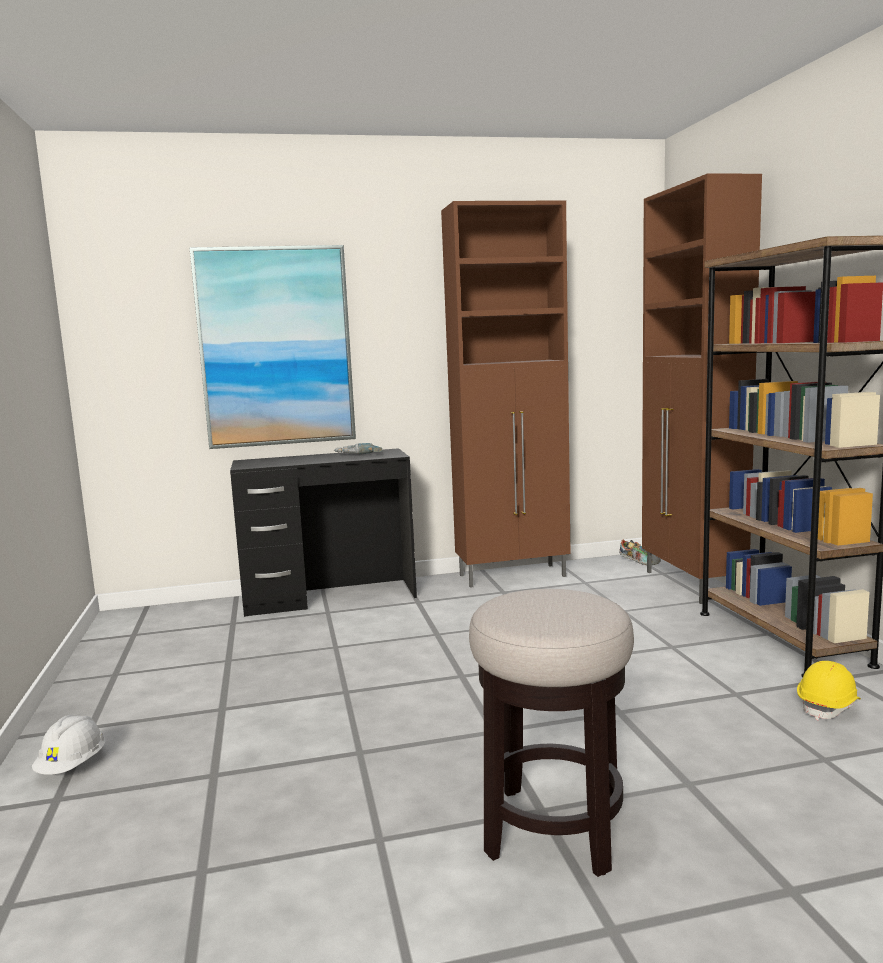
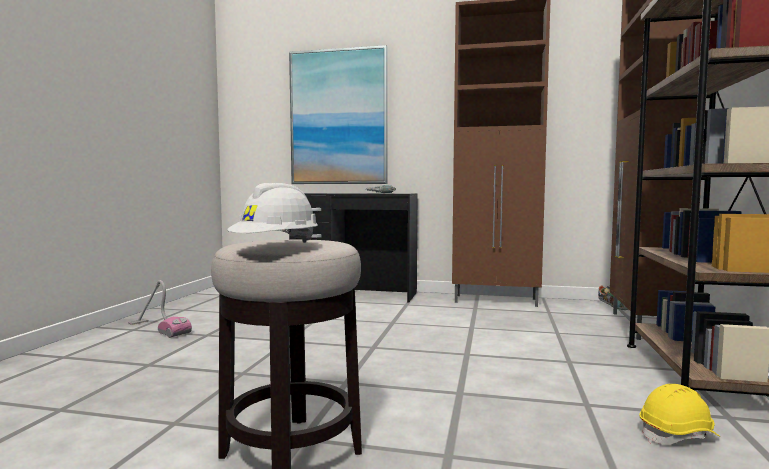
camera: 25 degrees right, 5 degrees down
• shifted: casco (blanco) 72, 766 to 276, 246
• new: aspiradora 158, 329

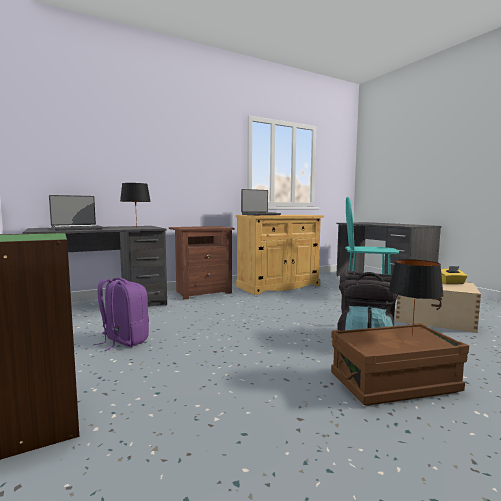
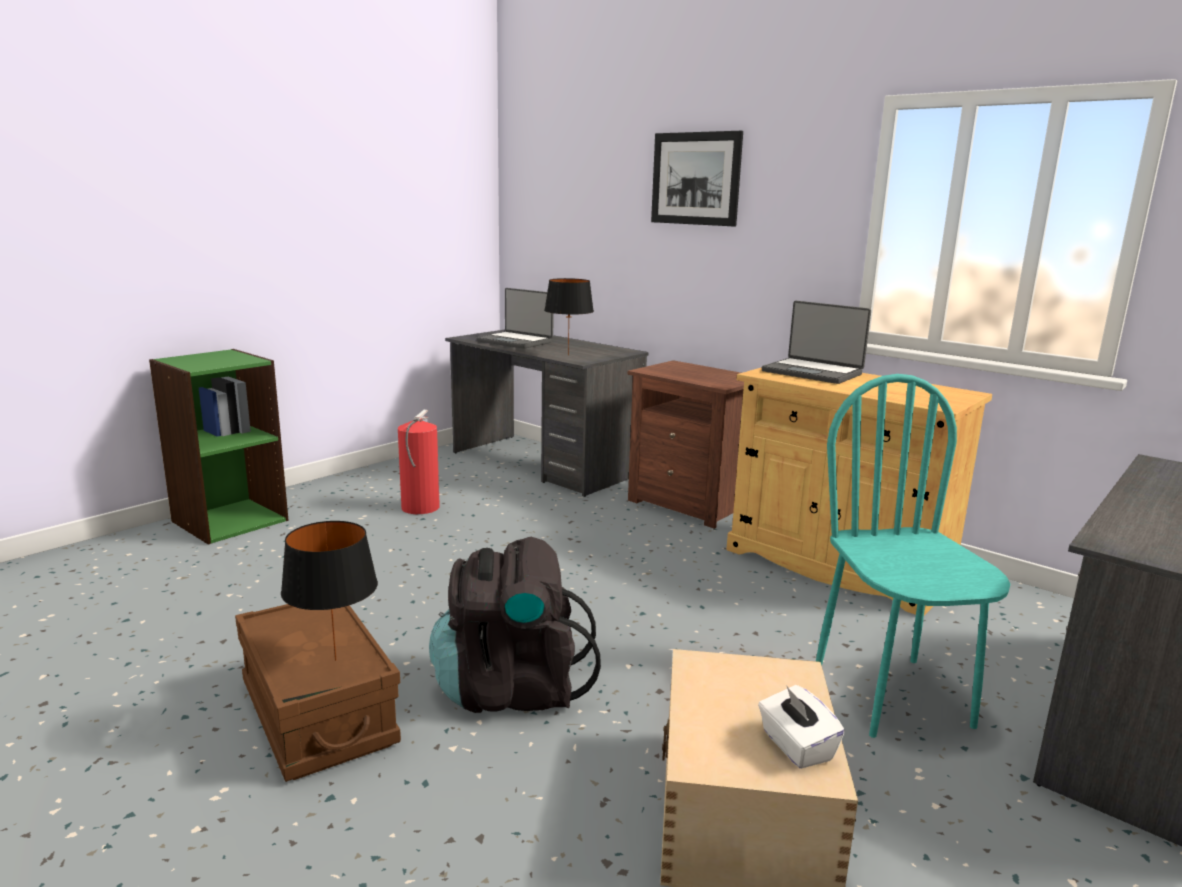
camera: 70 degrees right, 10 degrees up
• repainted: caja de pañuelos (amarillo) 451, 283 to caja de pañuelos (blanco) 796, 746
• swapped: mochila (morado) 123, 341 to extintor 419, 508
• new: cuadro 695, 178

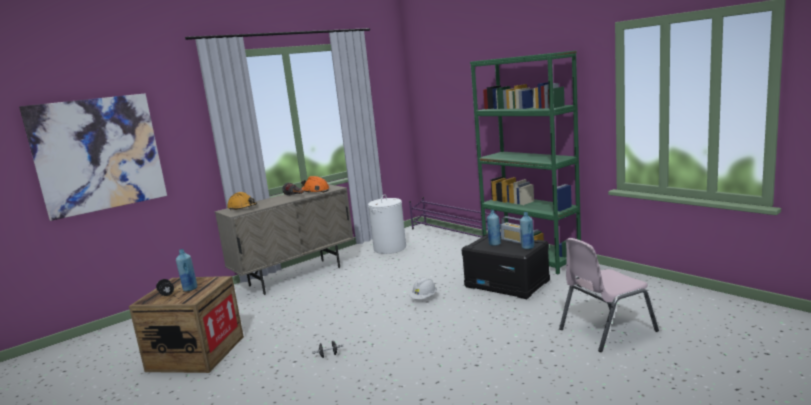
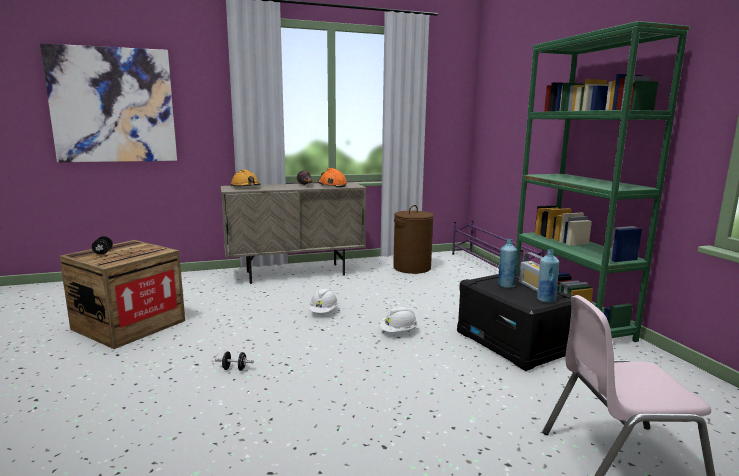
camera: 20 degrees right, 0 degrees up
• repainted: cesto de la ropa (blanco) 390, 248 to cesto de la ropa (marrón) 412, 268
• gone: botella (azul) 190, 289
• new: casco (blanco) 323, 312

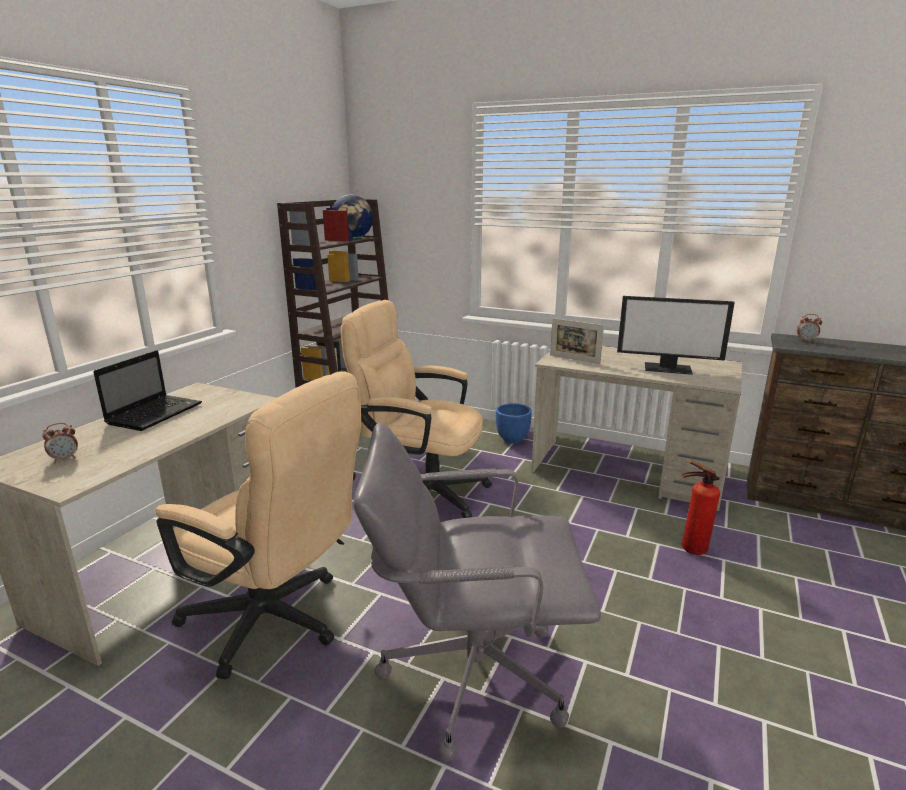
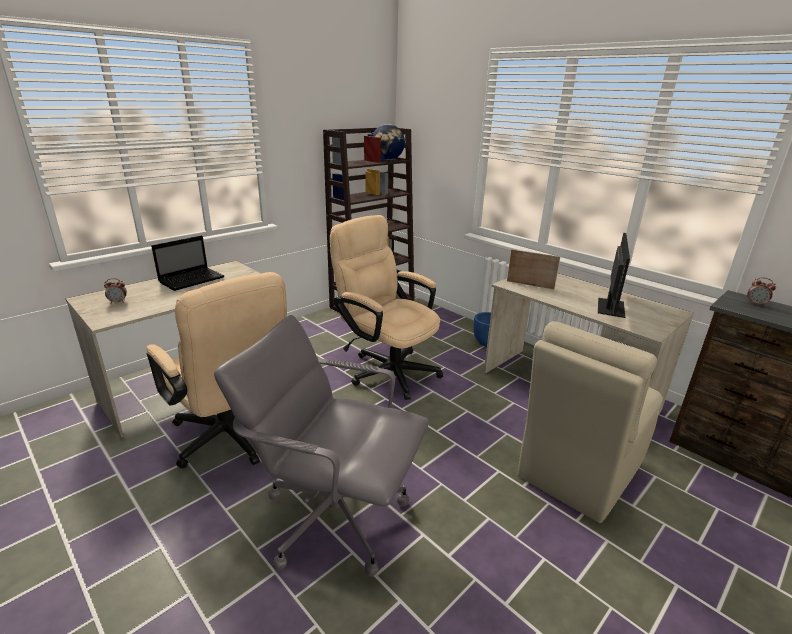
camera: 20 degrees right, 5 degrees up
• rotated: monitor 668, 368 = 610, 307 105 degrees counterclockwise
• rotated: portarretratos 574, 359 = 530, 285 150 degrees clockwise
• swapped: extintor 690, 549 to silla (beis) 578, 471

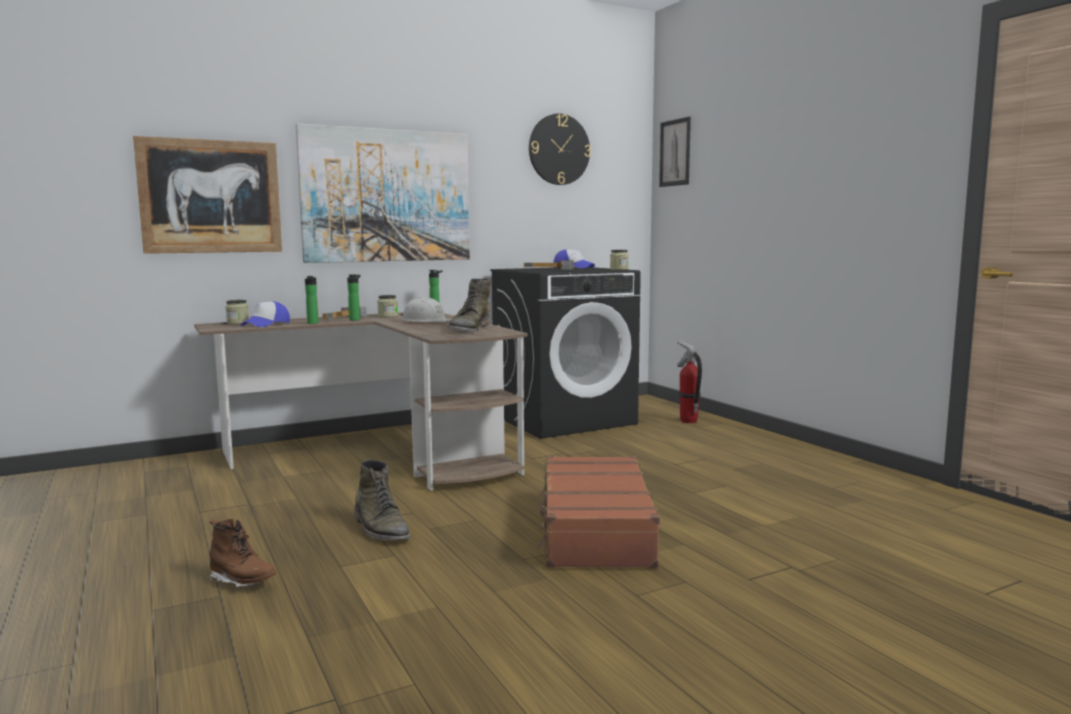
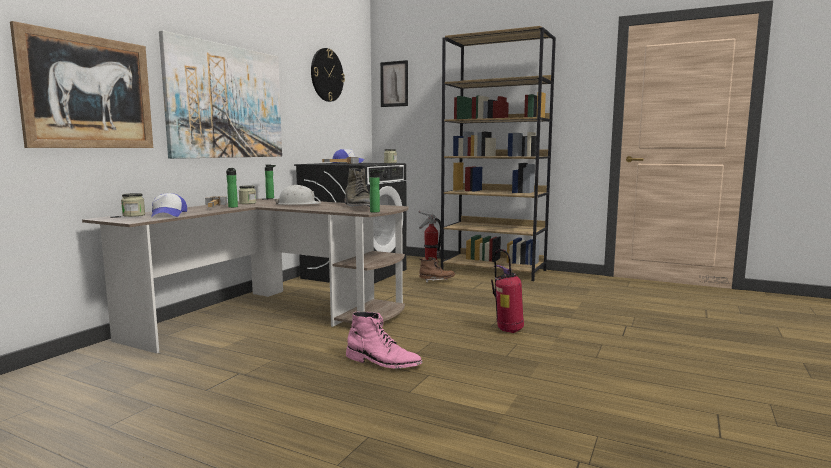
camera: 35 degrees left, 0 degrees up
• shifted: botella 313, 323 to 376, 212
• swapped: maleta (marrón) 594, 529 to extintor 507, 331
• repainted: bota (verde) 381, 528 to bota (rosa) 383, 362
• shifted: bota (marrón) 242, 581 to 436, 281
• new: estantería (marrón) 494, 270

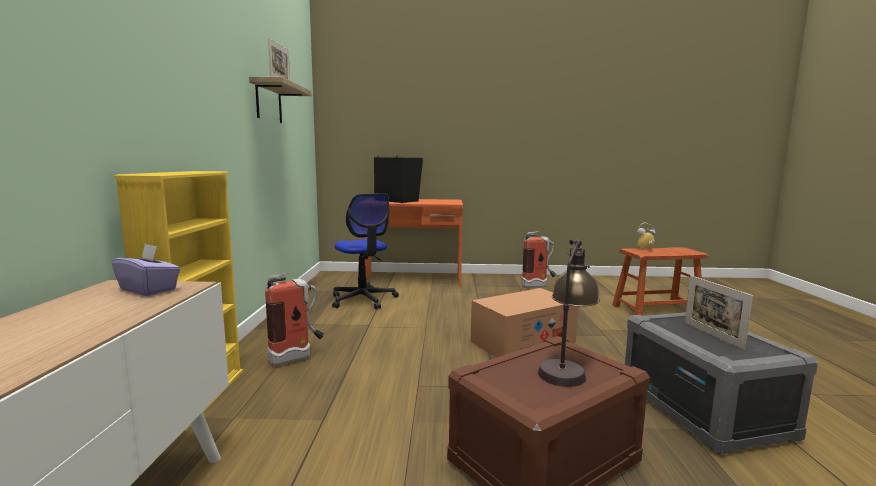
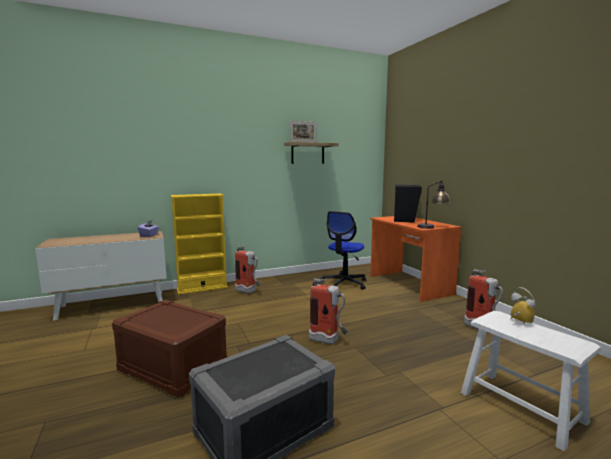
camera: 65 degrees right, 0 degrees up
• shifted: lámpara de mesa 566, 368 to 432, 227
• repainted: taburete (marrón) 656, 311 to taburete (blanco) 521, 407
• gone: portarretratos 712, 335
• swapped: caja de cartón 523, 342 to extintor 329, 341

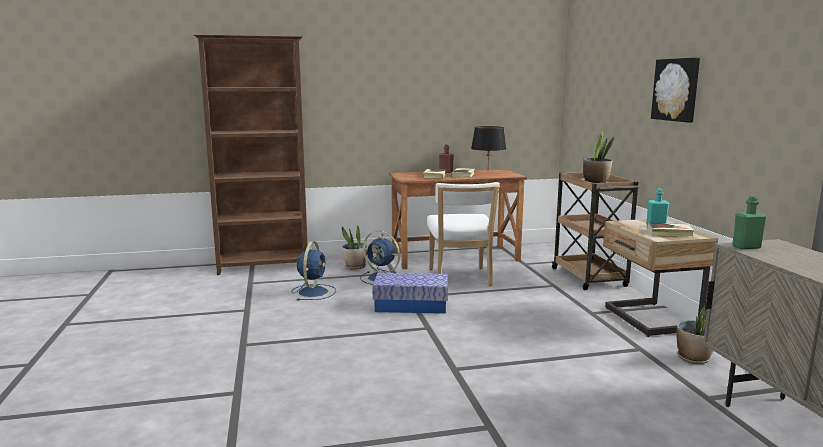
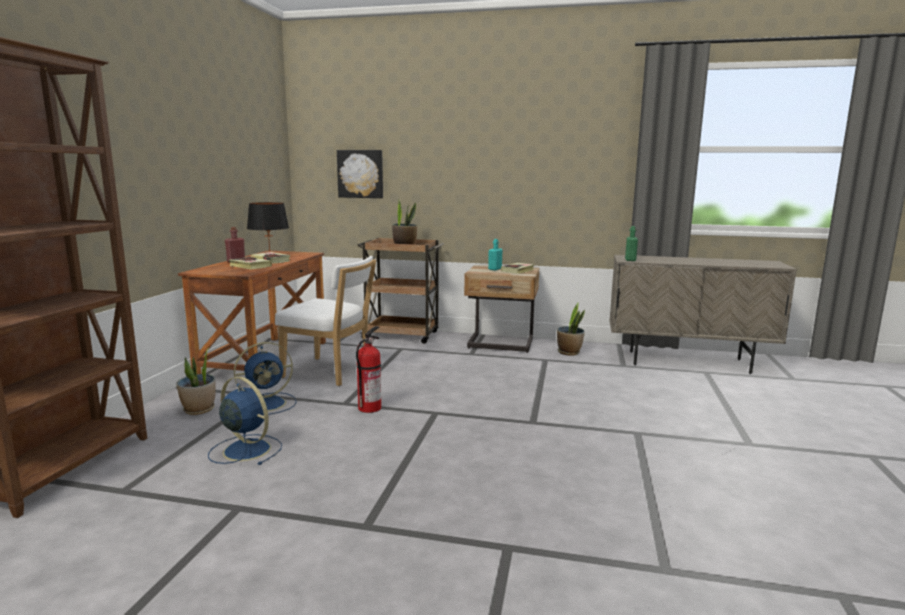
camera: 65 degrees left, 0 degrees up
• shifted: cuadro 676, 89 to 360, 174
• swapped: caja de almacenaje 411, 305 to extintor 370, 407

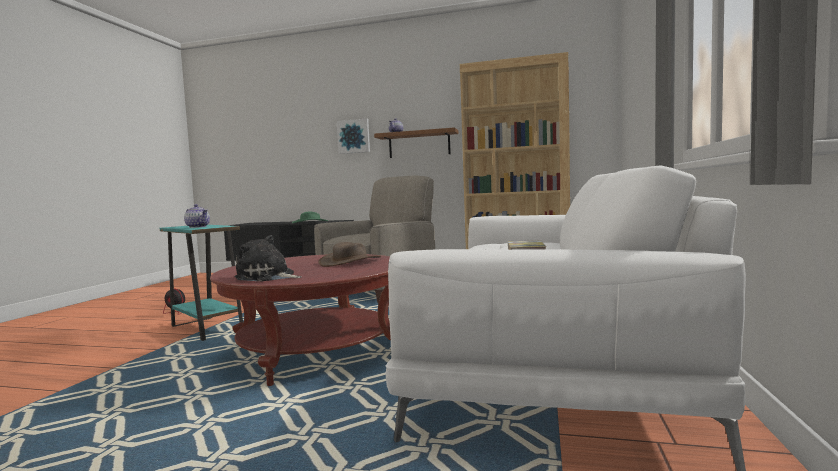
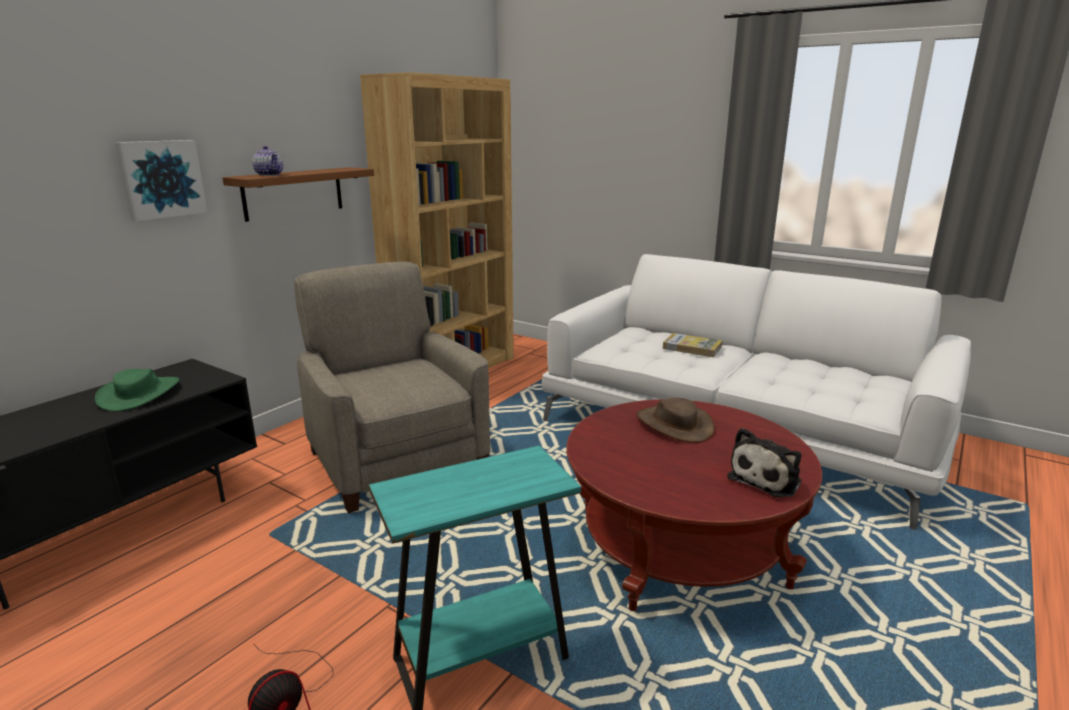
camera: 70 degrees left, 15 degrees up
• gone: tetera 198, 227

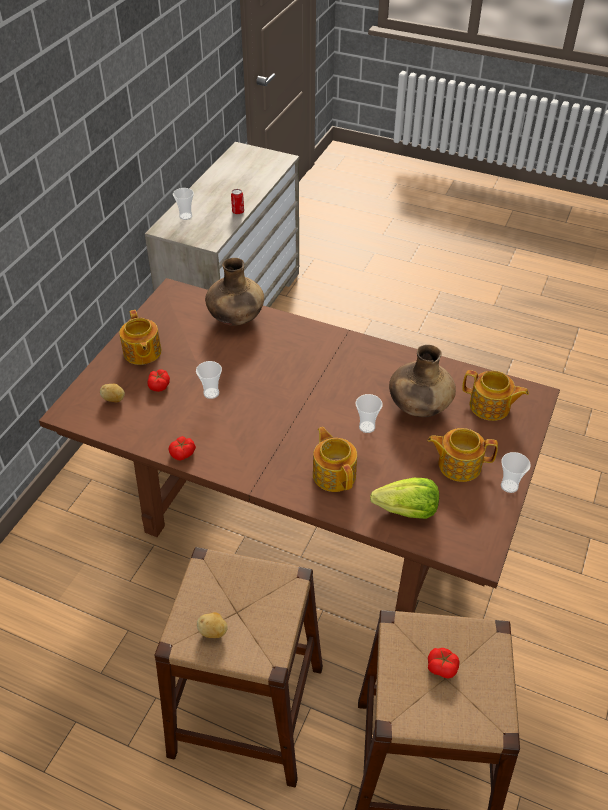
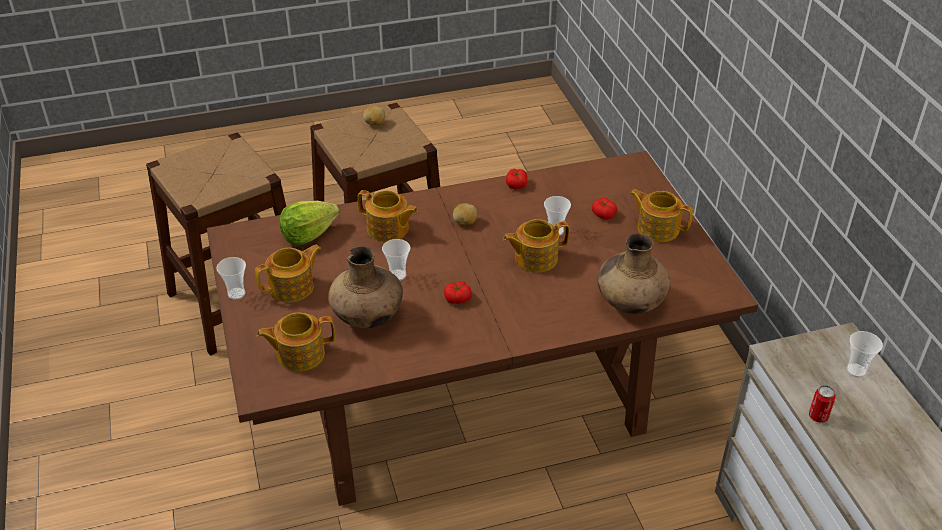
camera: 140 degrees right, 5 degrees down
• shifted: patata 114, 399 to 465, 222
• shifted: tomate 442, 667 to 458, 298
• new: tetera 534, 258

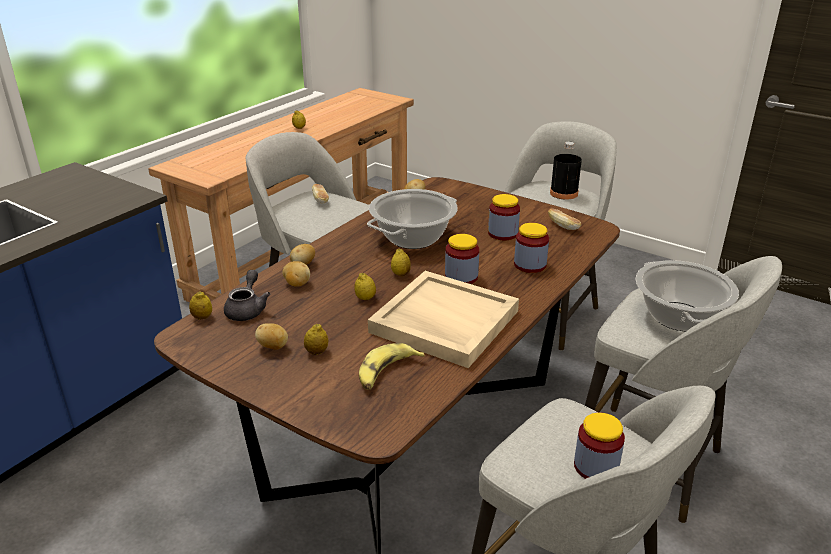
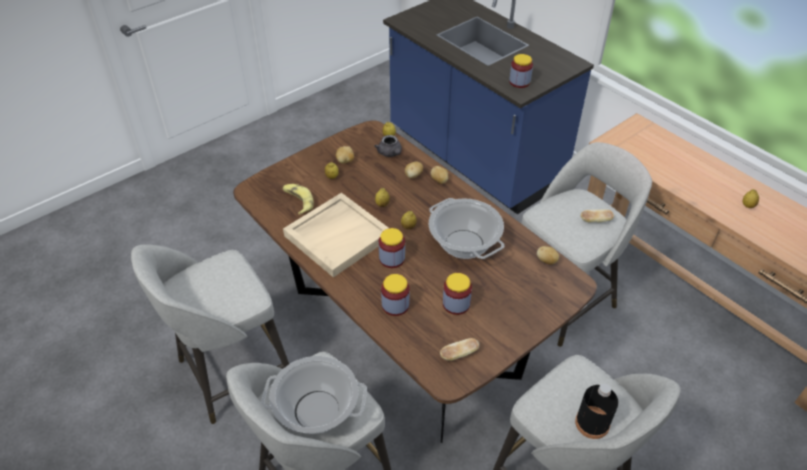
camera: 105 degrees right, 15 degrees up
• rotated: tetera (gris) 247, 309 = 390, 153 45 degrees clockwise
• shifted: tarro 596, 467 to 519, 82

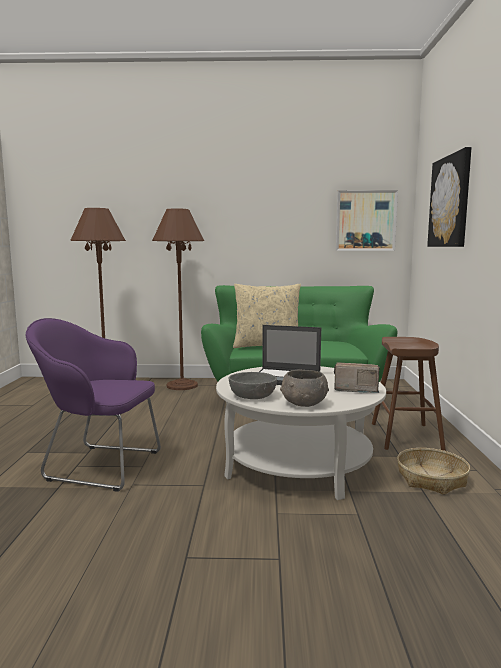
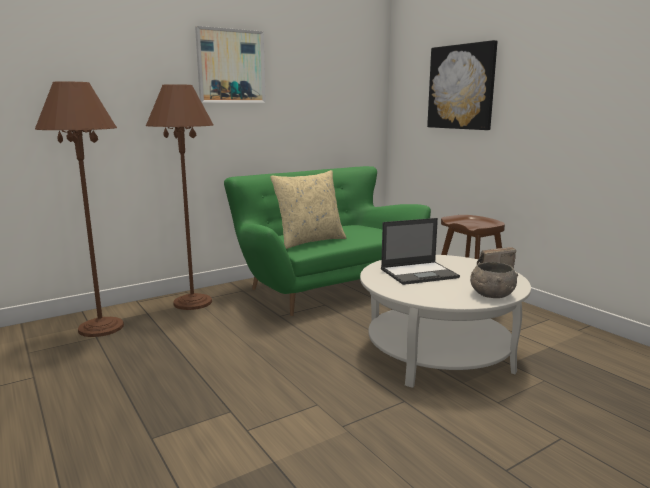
camera: 35 degrees left, 5 degrees up
• shifted: cuadro 365, 221 to 231, 66
• gone: sillón (morado) 98, 465
• gone: cuenco (gris) 252, 396
• gone: cesta 432, 479

